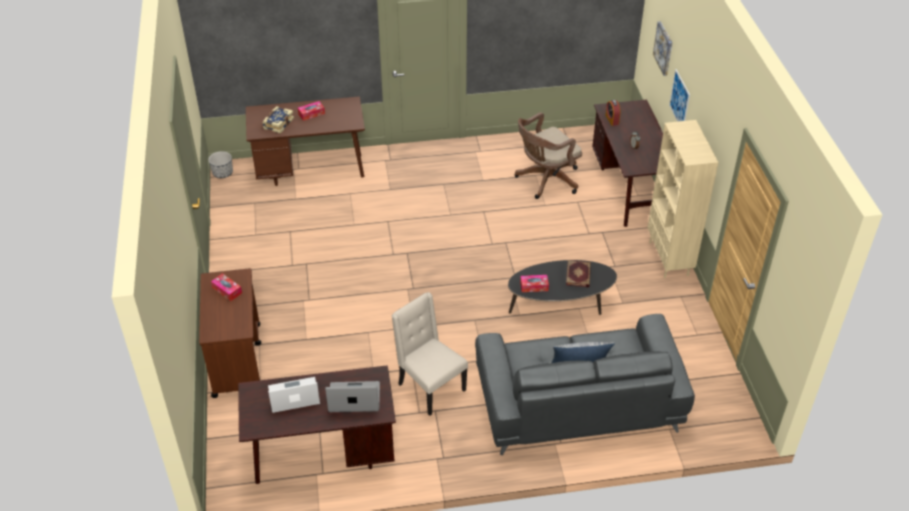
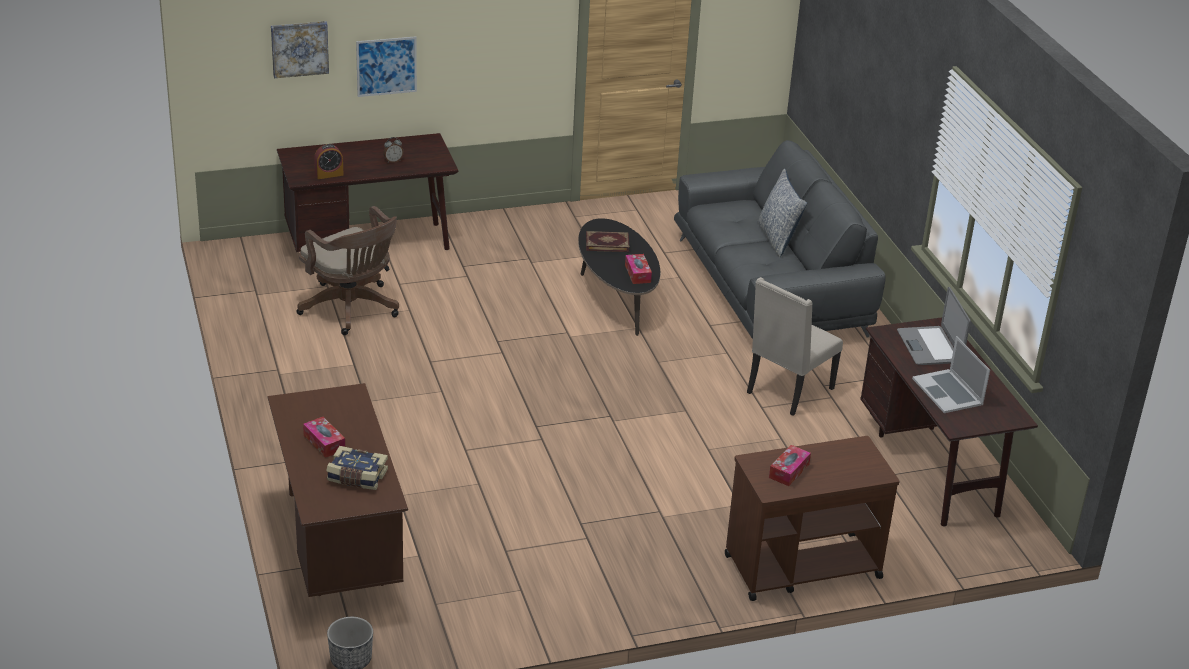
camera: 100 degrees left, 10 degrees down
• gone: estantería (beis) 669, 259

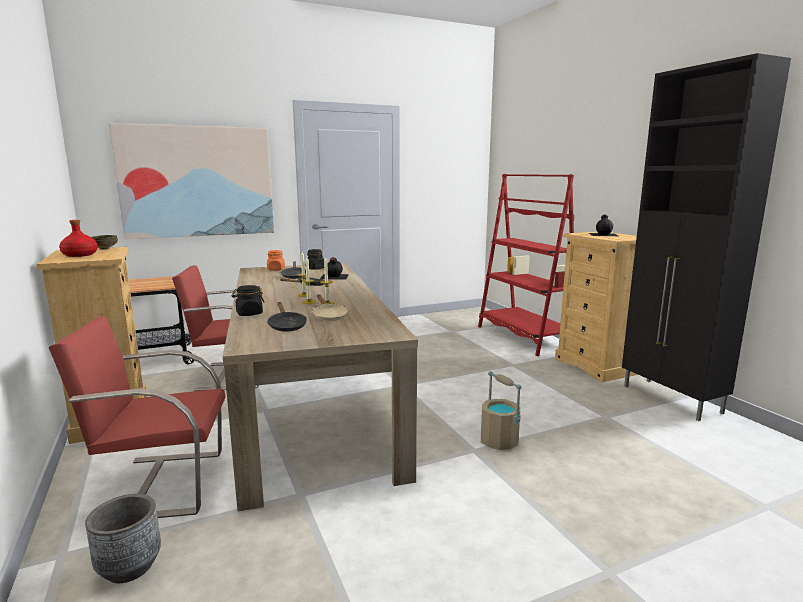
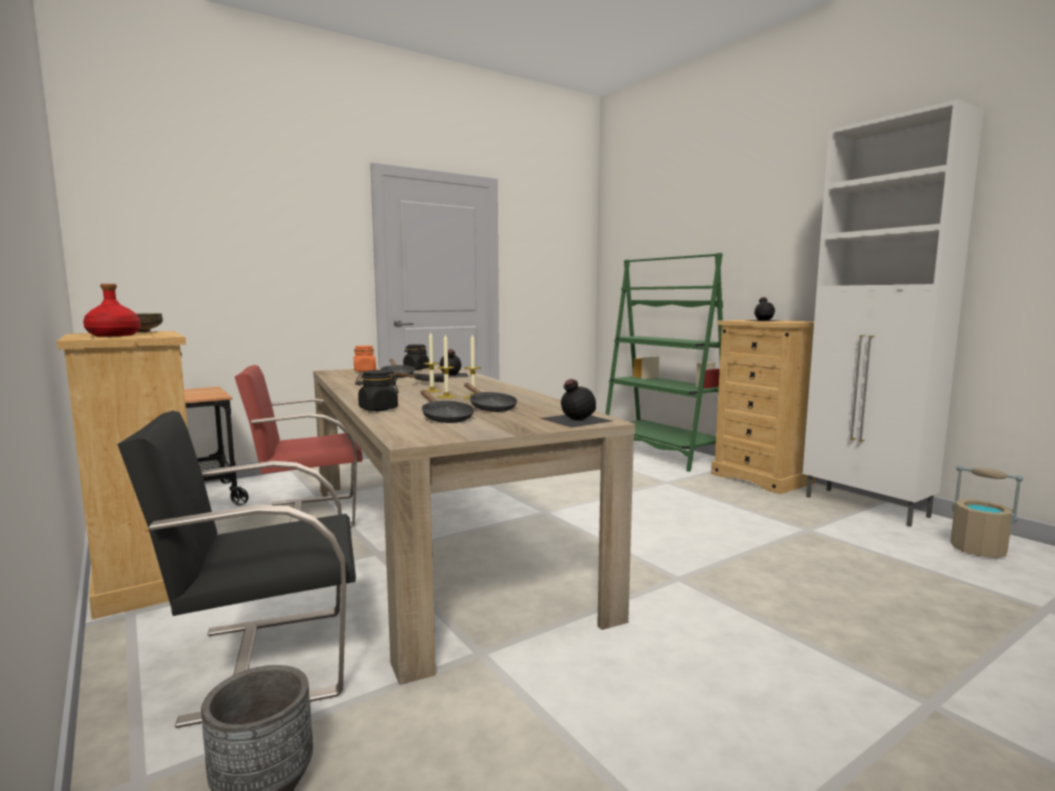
camera: 10 degrees left, 5 degrees down
• repainted: armario (negro) 671, 400 to armario (blanco) 866, 507
• gone: cuadro 197, 182
• repainted: estantería (rojo) 524, 337 to estantería (verde) 661, 453
• repainted: sartén (beis) 328, 316 to sartén (negro) 490, 408
• repainted: silla (rojo) 162, 484 to silla (negro) 266, 660
• shifted: cubo (beis) 499, 441 to 978, 550
• new: botella (negro) 574, 419

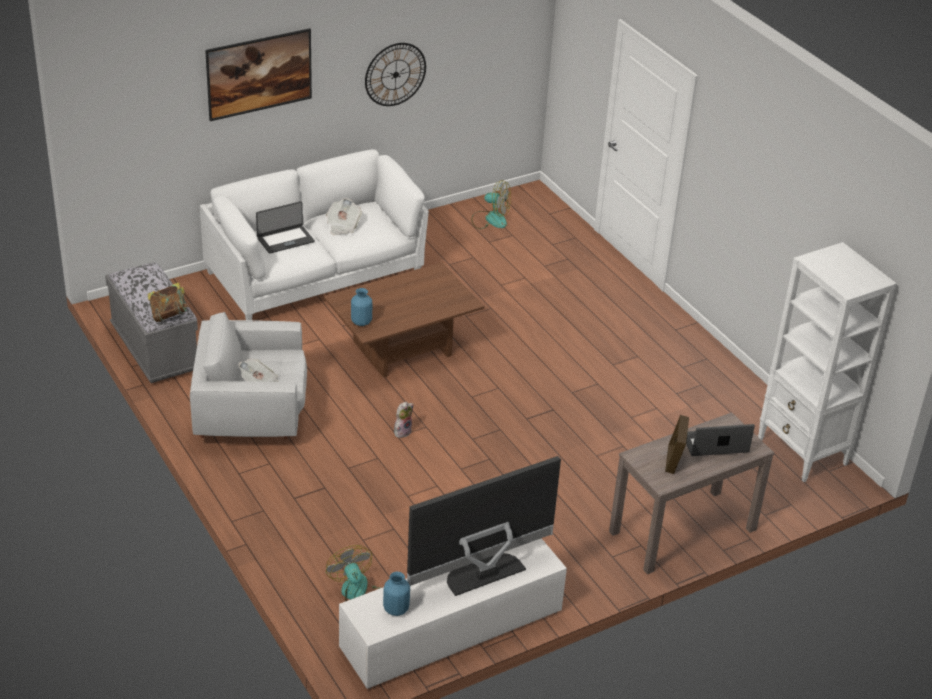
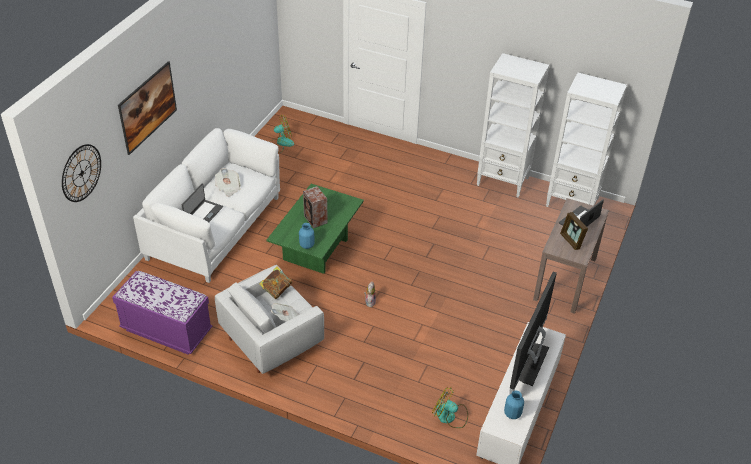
camera: 35 degrees left, 5 degrees up
• shifted: reloj de pared 395, 74 to 81, 173
• repainted: banco (gris) 154, 350 to banco (morado) 166, 330
• repainted: mesa de centro (marrón) 402, 350 to mesa de centro (verde) 317, 251
• shifted: libro 169, 314 to 276, 290
• new: estantería (blanco) 503, 182
• new: altavoz 315, 220

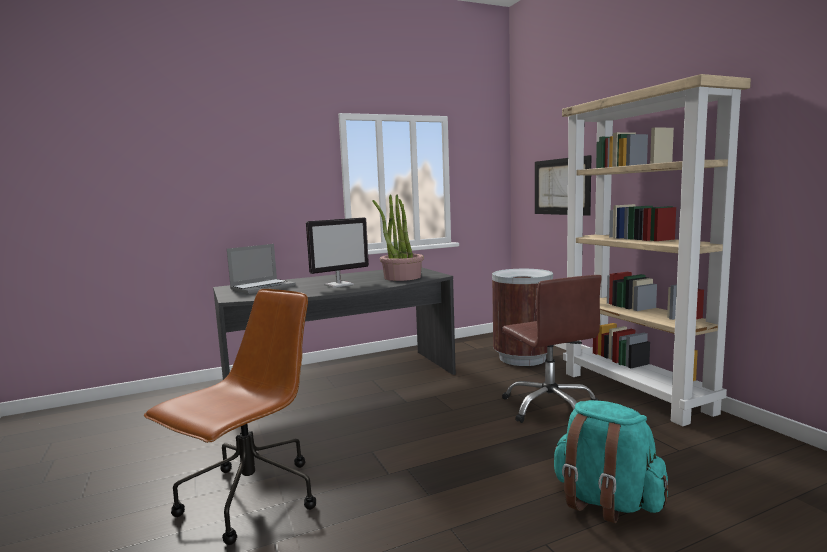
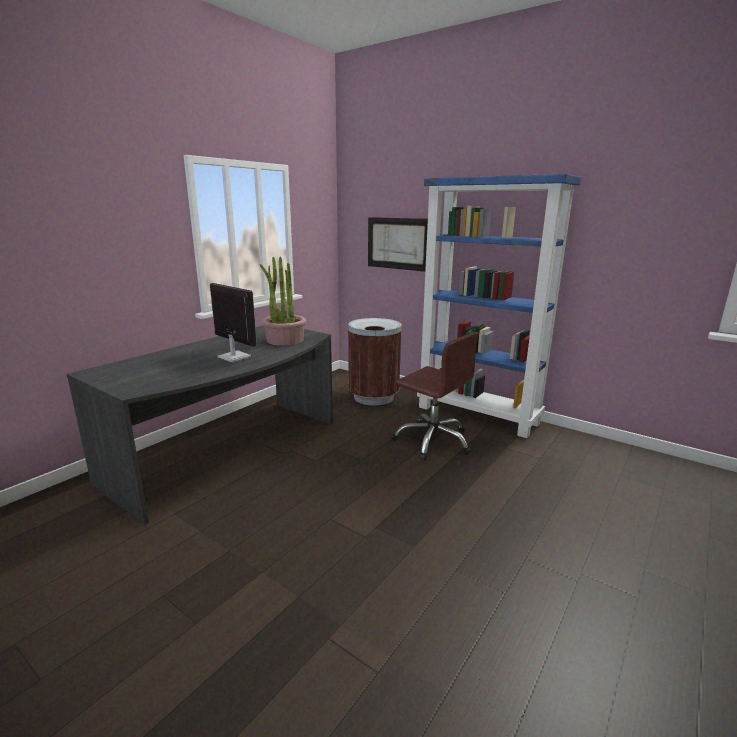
camera: 30 degrees left, 10 degrees up
• repainted: estantería (beis) 636, 392 to estantería (azul) 478, 415
• rotated: monitor 339, 285 = 233, 357 75 degrees counterclockwise
• gone: portátil 263, 287
• gone: silla de oficina (marrón) 249, 499
• gone: mochila (turquesa) 605, 501

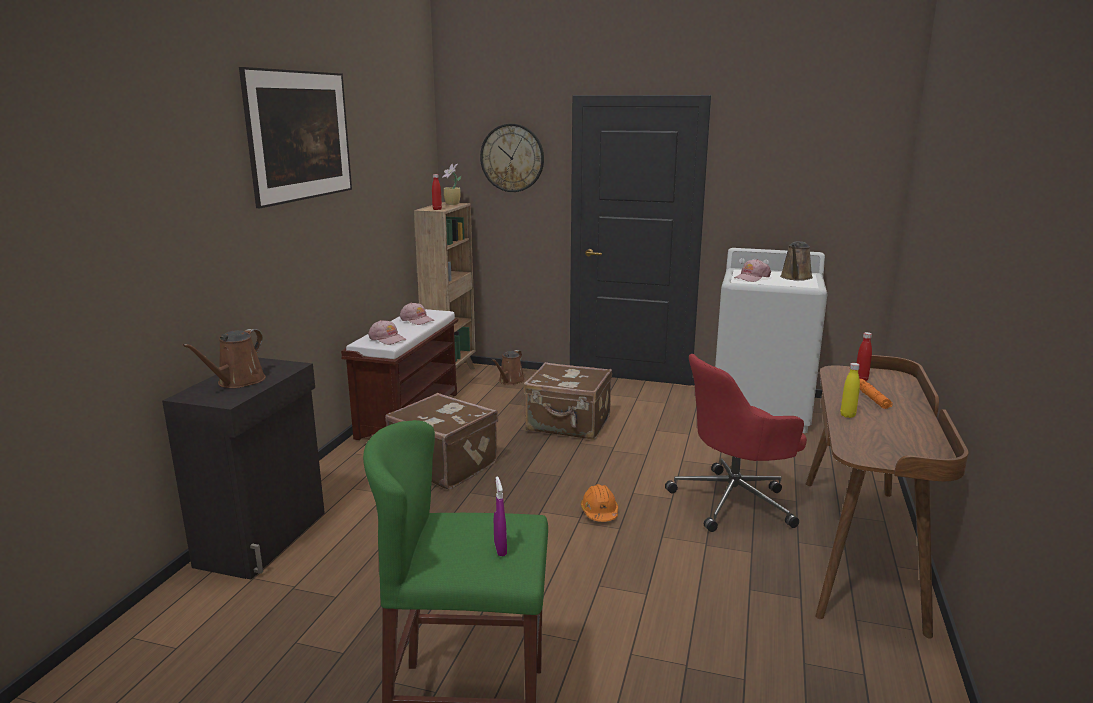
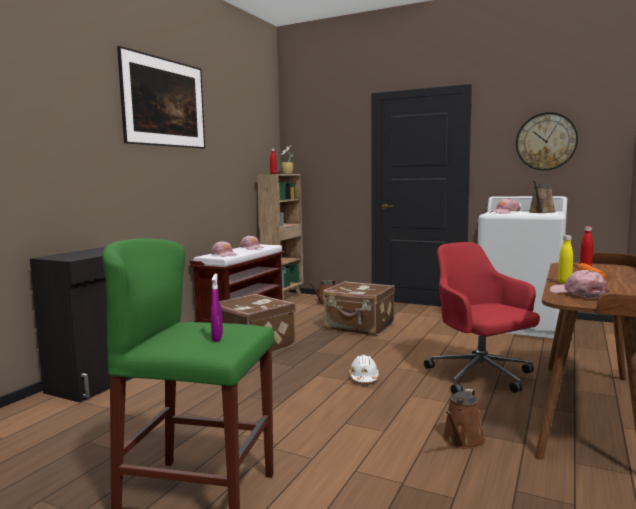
camera: 10 degrees right, 10 degrees down
• shifted: reloj de pared 512, 158 to 546, 141
• shifted: regadera (marrón) 238, 382 to 462, 441
• rotated: silla de oficina (rojo) 734, 501 = 481, 376 75 degrees clockwise
• repainted: casco (naranja) 599, 512 to casco (blanco) 364, 378
• new: gorra (rosa) 578, 293

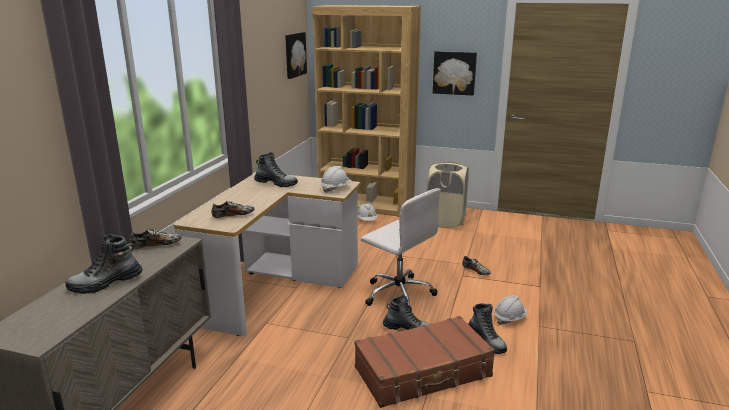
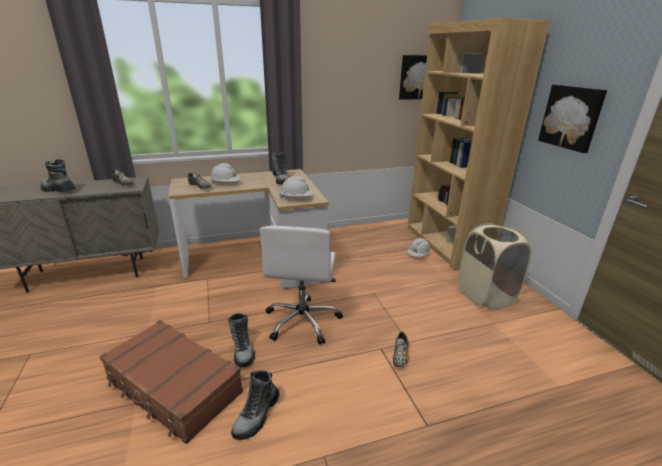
camera: 55 degrees right, 5 degrees up
• shifted: casco (blanco) 509, 319 to 226, 183

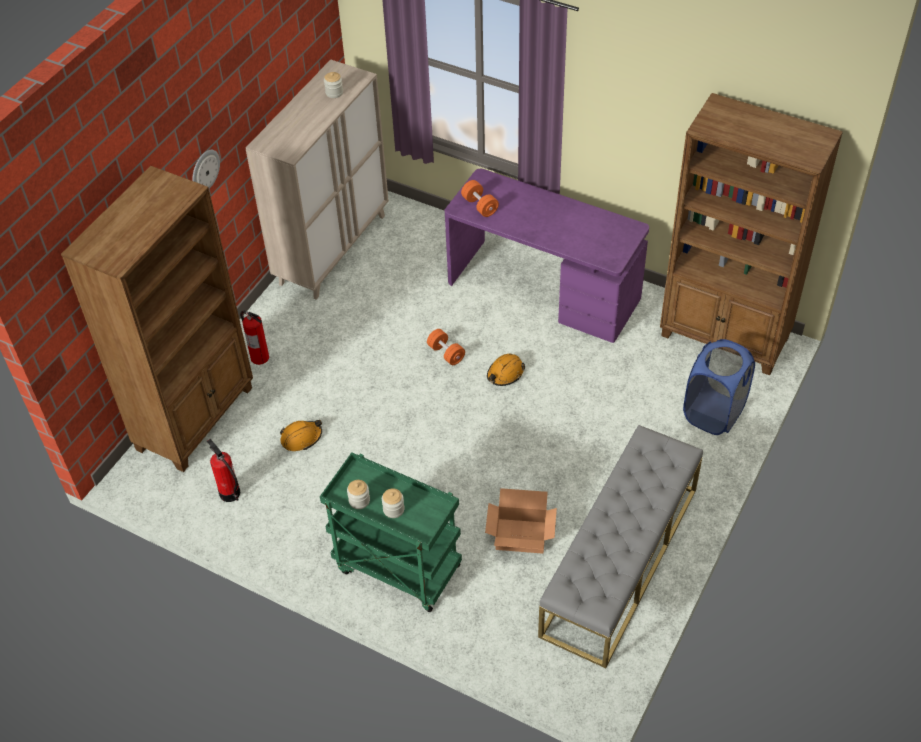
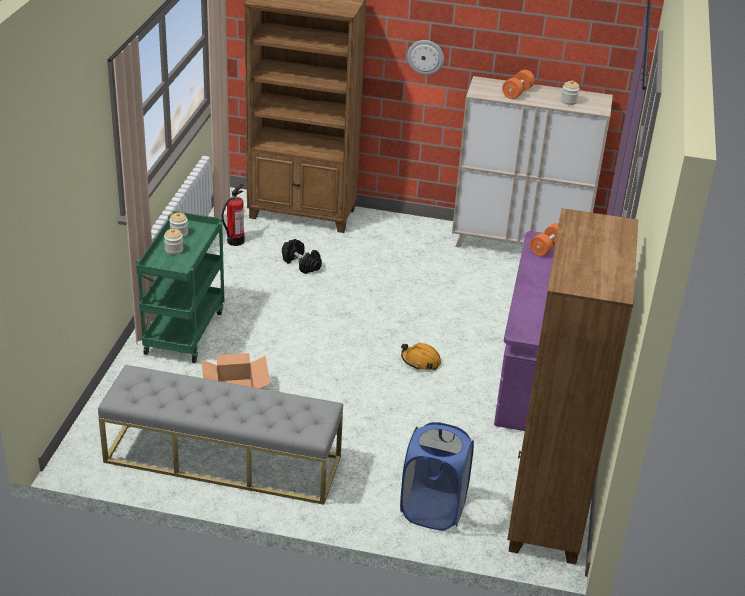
camera: 70 degrees right, 15 degrees down
• gone: extintor 259, 357
• shifted: mancuerna (naranja) 446, 353 to 517, 93
• swapped: casco (naranja) 301, 438 to mancuerna (negro) 301, 264

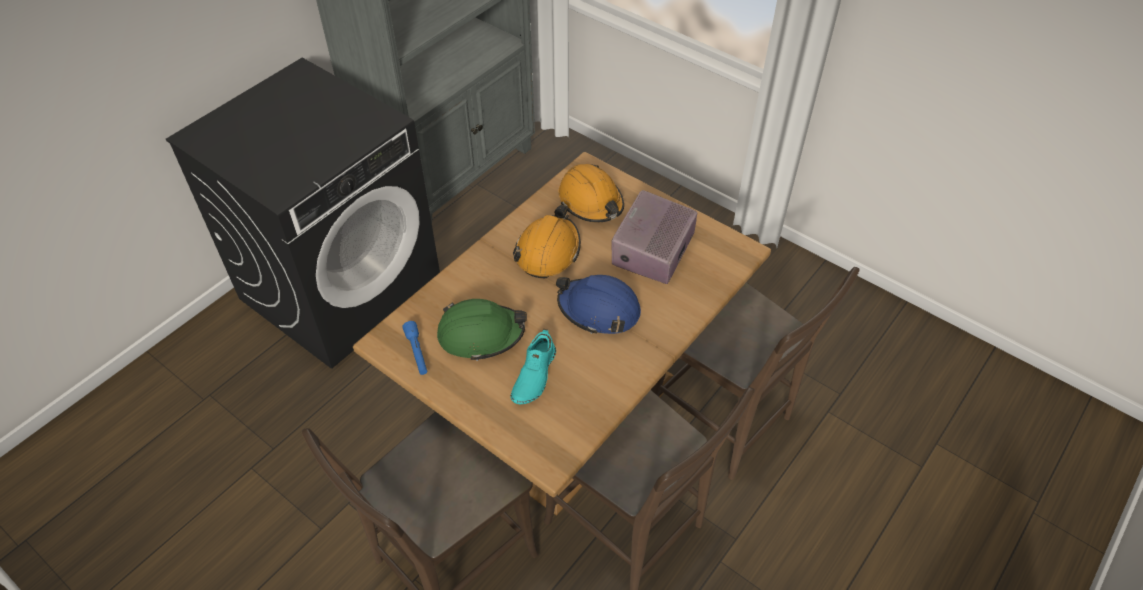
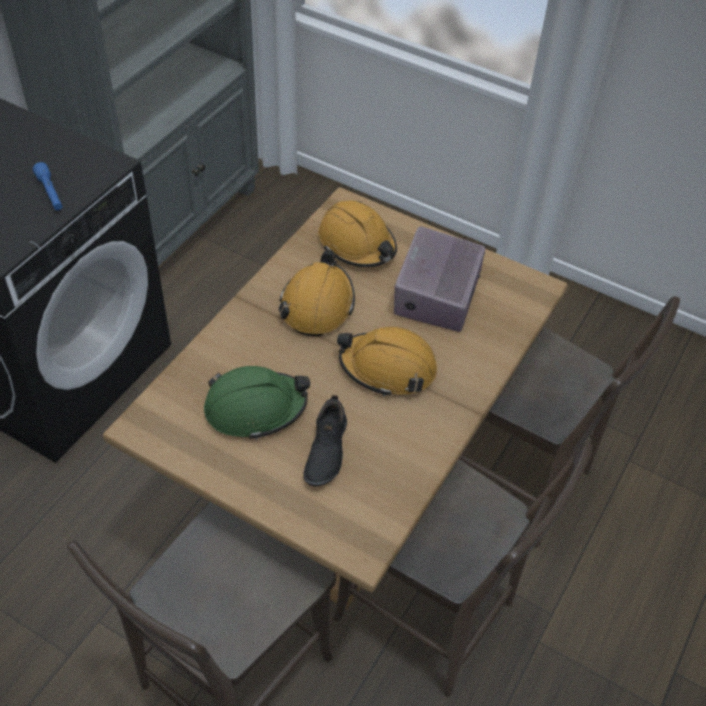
camera: 10 degrees left, 0 degrees up
• repainted: casco (azul) 598, 310 to casco (naranja) 387, 368
• shifted: linterna (azul) 417, 352 to 50, 193
• repainted: zapato (turquesa) 533, 375 to zapato (negro) 325, 450

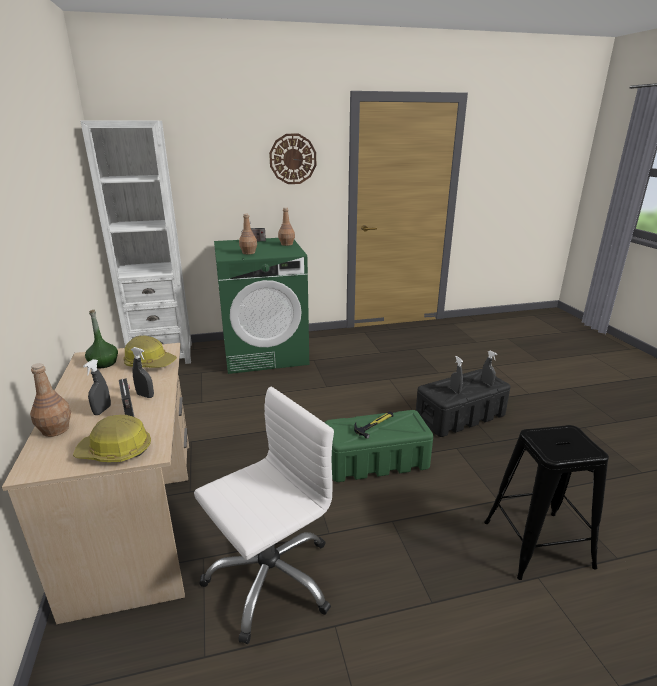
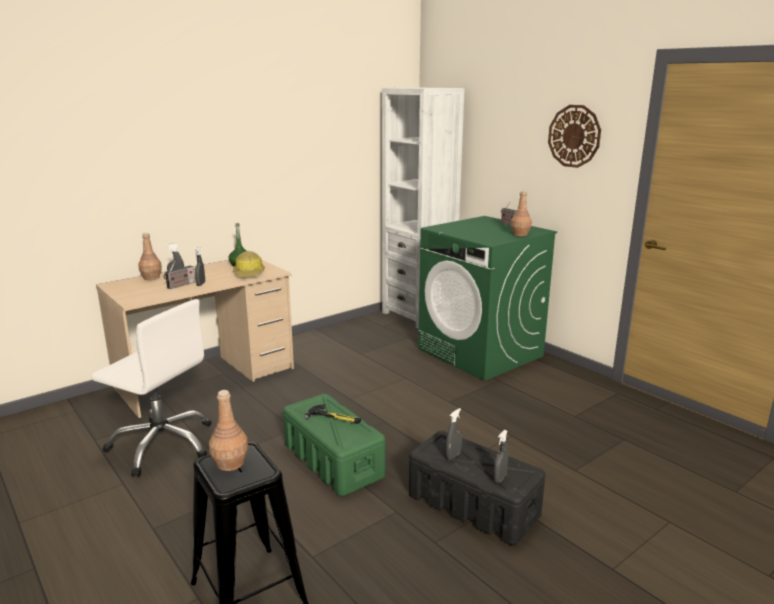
camera: 65 degrees right, 5 degrees down
• shifted: botella (marrón) 248, 253 to 229, 463
• gone: casco 115, 451

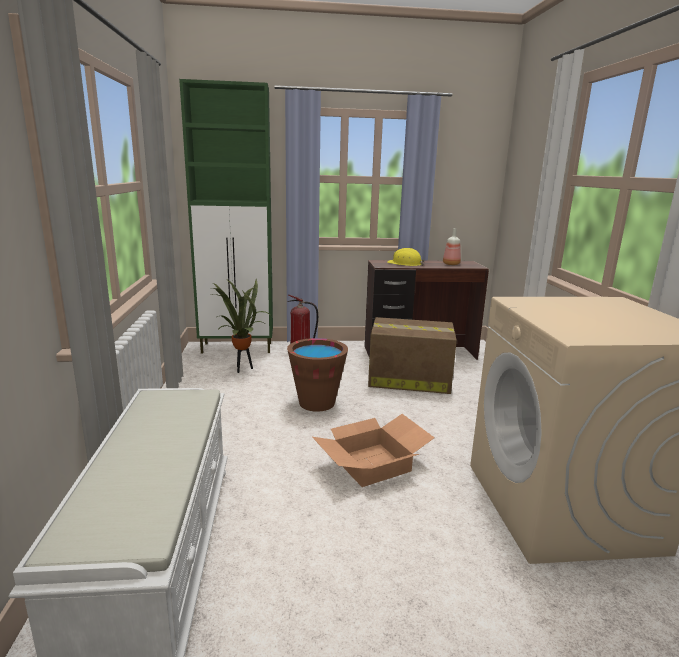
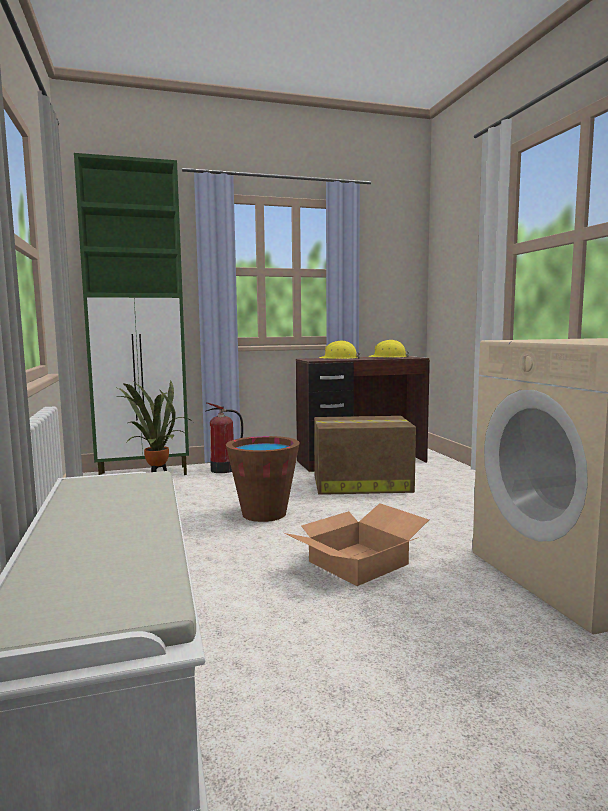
camera: 10 degrees left, 10 degrees down
• swapped: botella 451, 264 to casco (amarillo) 388, 357

